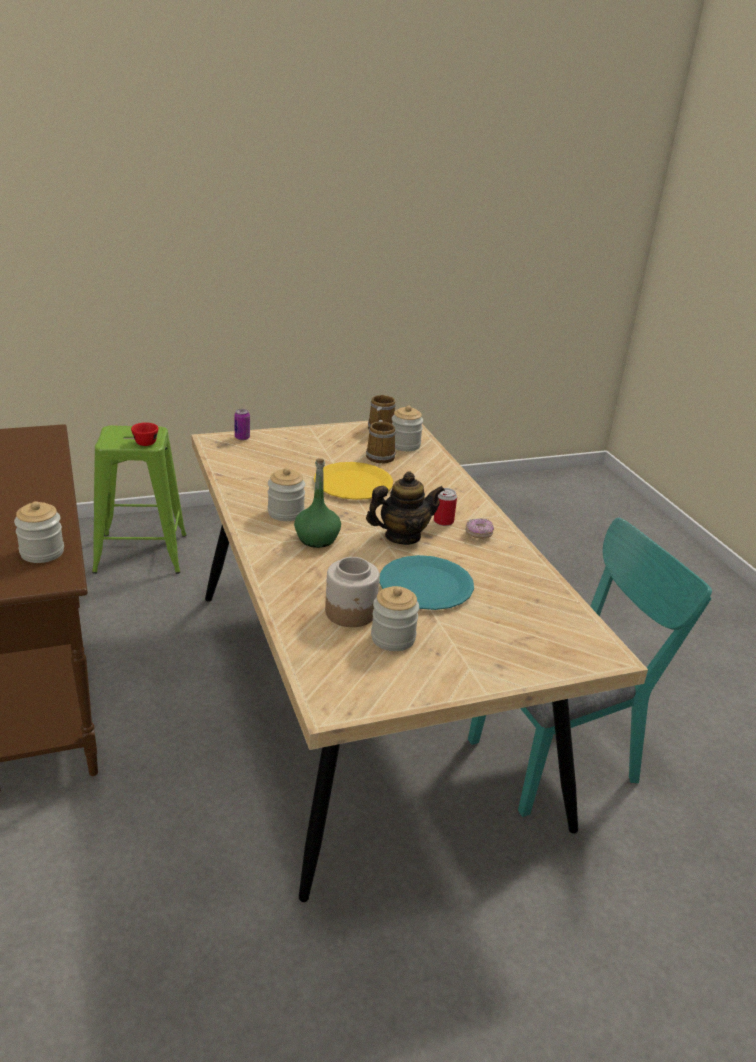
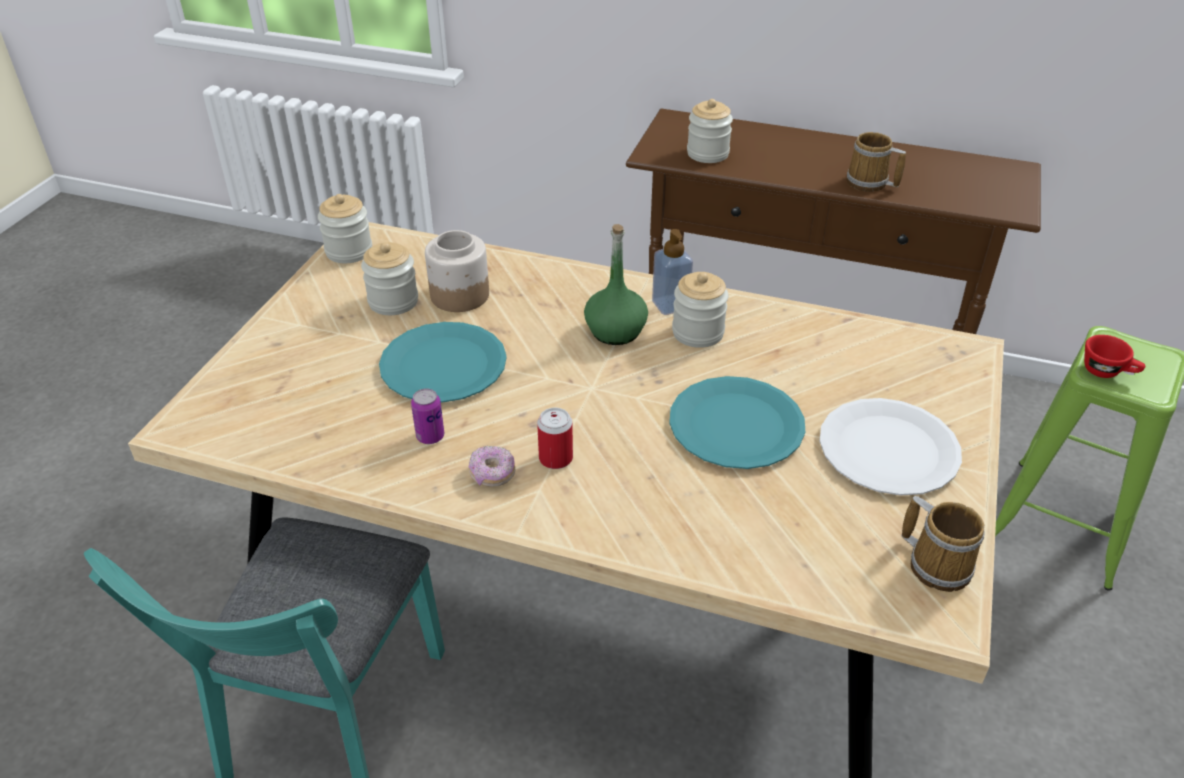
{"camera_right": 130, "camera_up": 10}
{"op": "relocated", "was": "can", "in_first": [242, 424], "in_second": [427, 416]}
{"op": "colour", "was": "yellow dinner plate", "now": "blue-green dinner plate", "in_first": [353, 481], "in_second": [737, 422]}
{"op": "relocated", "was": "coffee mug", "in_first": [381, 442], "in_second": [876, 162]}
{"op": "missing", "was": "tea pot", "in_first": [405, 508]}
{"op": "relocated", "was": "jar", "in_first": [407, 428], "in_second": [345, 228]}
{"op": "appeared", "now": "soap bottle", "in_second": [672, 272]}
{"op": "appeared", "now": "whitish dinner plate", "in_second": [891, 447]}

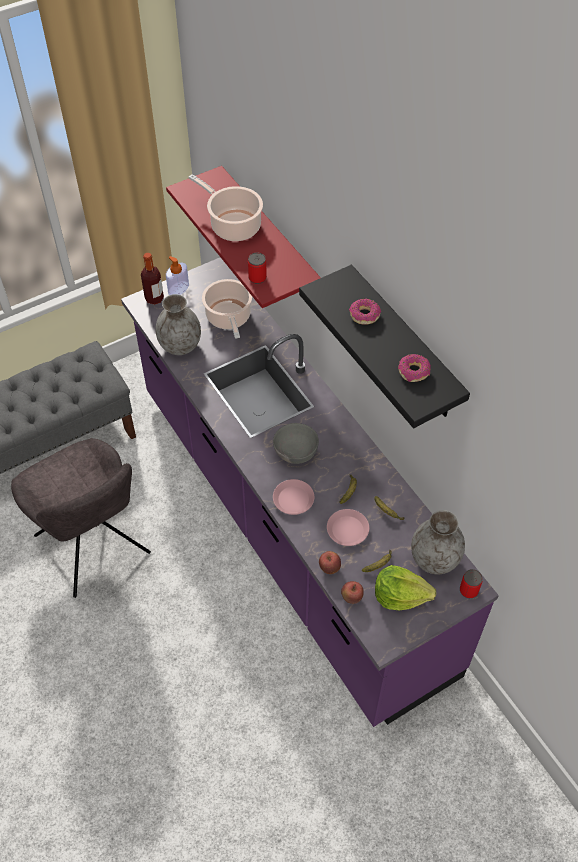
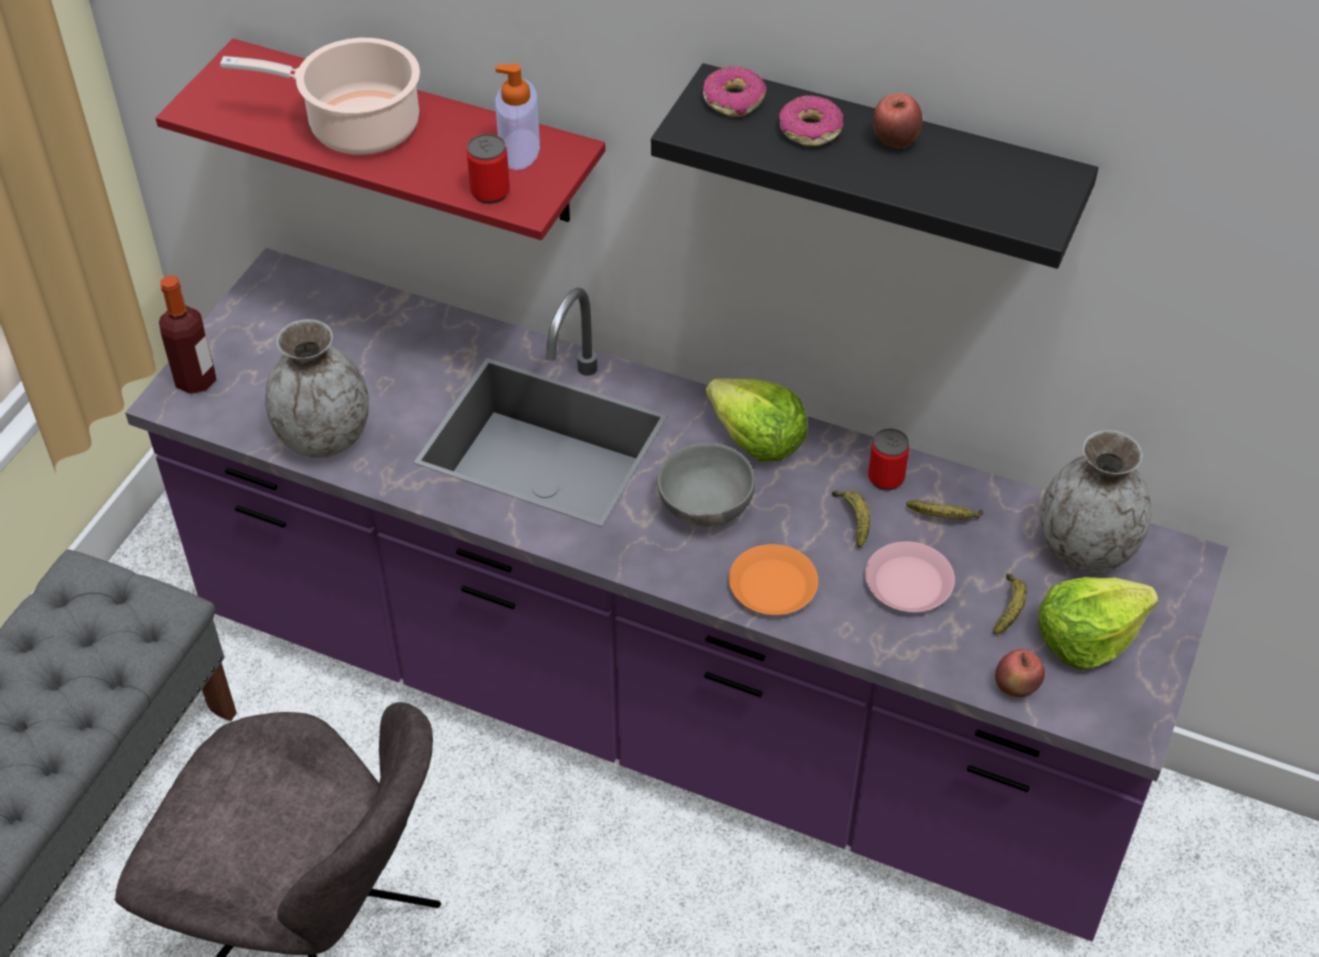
{"camera_right": -35, "camera_up": -5}
{"op": "relocated", "was": "soap bottle", "in_first": [177, 275], "in_second": [517, 117]}
{"op": "missing", "was": "cooking pot", "in_first": [227, 309]}
{"op": "colour", "was": "pinkish dinner plate", "now": "orange-coloured dinner plate", "in_first": [293, 497], "in_second": [773, 579]}
{"op": "relocated", "was": "whole apple", "in_first": [330, 562], "in_second": [898, 120]}
{"op": "relocated", "was": "doughnut", "in_first": [414, 368], "in_second": [735, 91]}
{"op": "relocated", "was": "can", "in_first": [471, 583], "in_second": [888, 459]}
{"op": "appeared", "now": "lettuce", "in_second": [757, 420]}

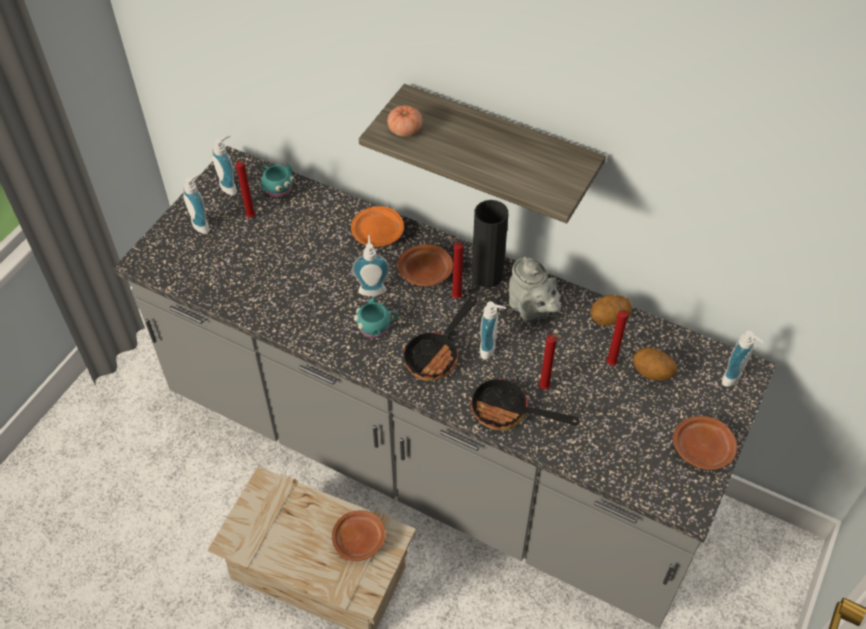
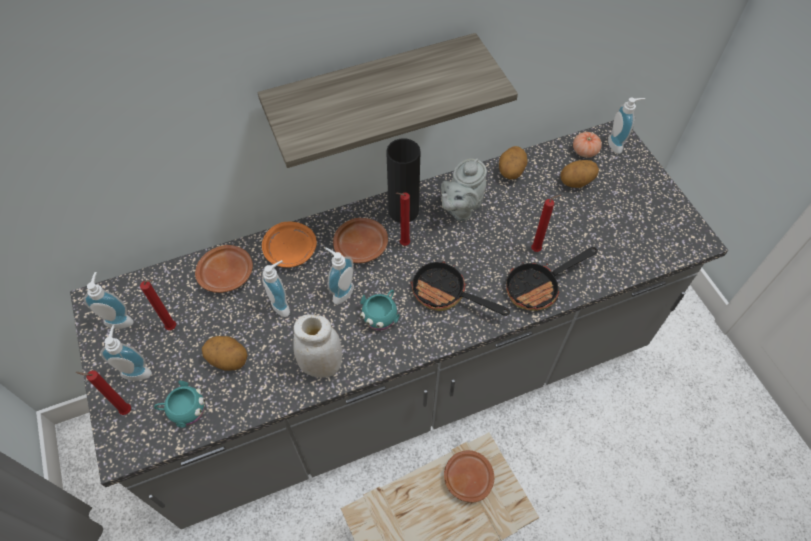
{"camera_right": -50, "camera_up": 5}
{"op": "relocated", "was": "blue-green coffee mug", "in_first": [277, 180], "in_second": [179, 404]}
{"op": "relocated", "was": "tomato", "in_first": [405, 121], "in_second": [587, 145]}
{"op": "spun", "was": "skillet", "in_first": [440, 338], "in_second": [460, 288], "clockwise": 135}
{"op": "relocated", "was": "soap bottle", "in_first": [493, 331], "in_second": [276, 288]}
{"op": "spun", "was": "greyish tea pot", "in_first": [535, 289], "in_second": [464, 189], "clockwise": 120}
{"op": "relocated", "was": "red candle", "in_first": [617, 333], "in_second": [103, 392]}
{"op": "relocated", "was": "brown dinner plate", "in_first": [705, 443], "in_second": [224, 269]}
{"op": "appeared", "now": "spud", "in_second": [225, 353]}
{"op": "appeared", "now": "whitish jar", "in_second": [317, 346]}

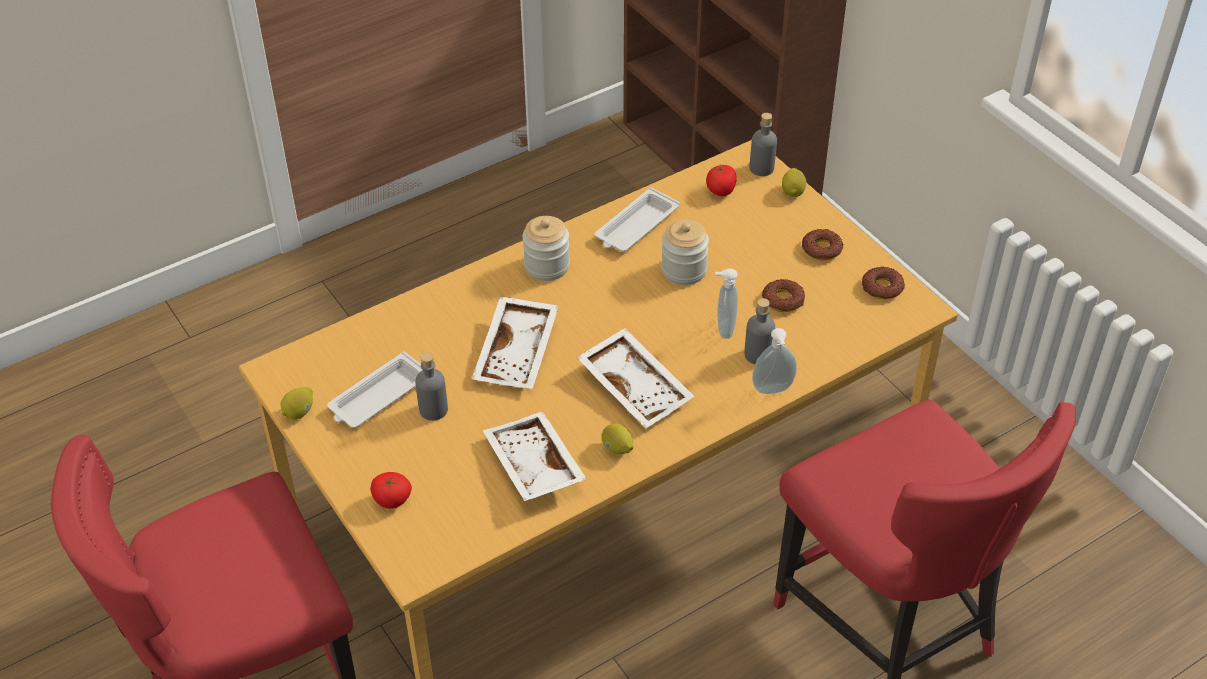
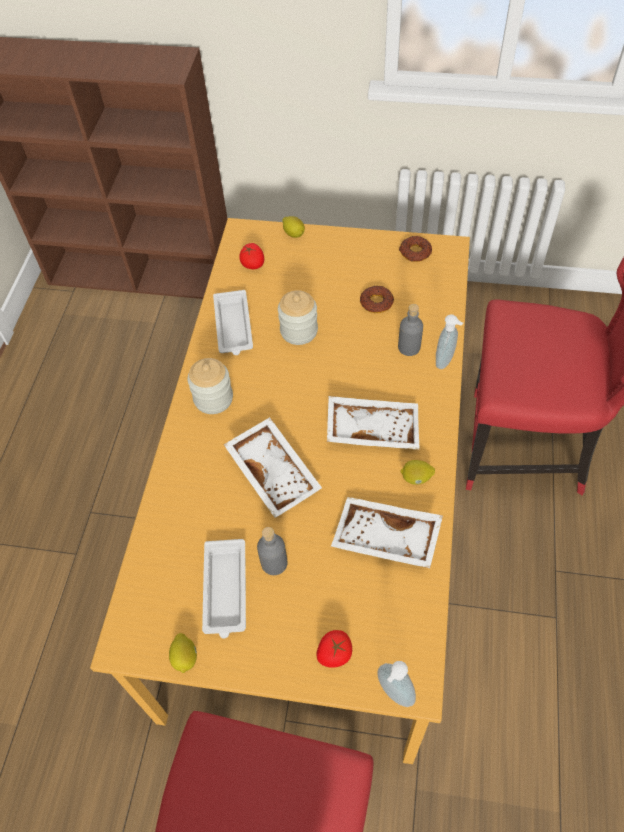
{"camera_right": -45, "camera_up": 10}
{"op": "relocated", "was": "soap bottle", "in_first": [726, 303], "in_second": [396, 684]}
{"op": "missing", "was": "greyish beverage bottle", "in_first": [763, 144]}
{"op": "missing", "was": "doughnut", "in_first": [822, 244]}

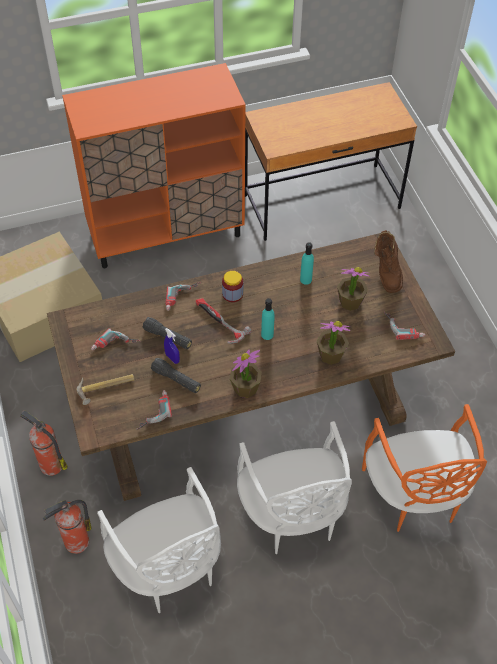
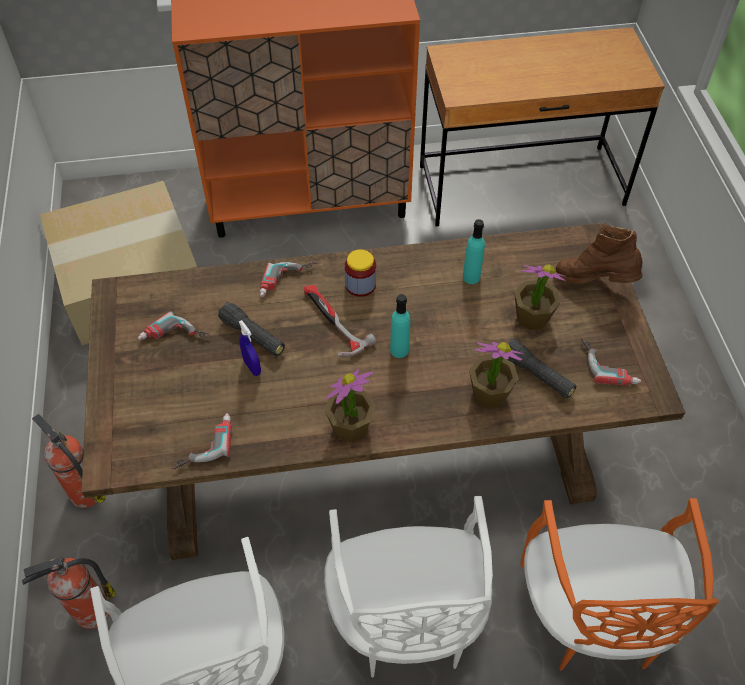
{"camera_right": 10, "camera_up": 0}
{"op": "missing", "was": "hand hammer", "in_first": [105, 389]}
{"op": "relocated", "was": "blackish flashlight", "in_first": [176, 375], "in_second": [542, 368]}
{"op": "spun", "was": "brown high-top boot", "in_first": [388, 261], "in_second": [598, 254], "clockwise": 105}

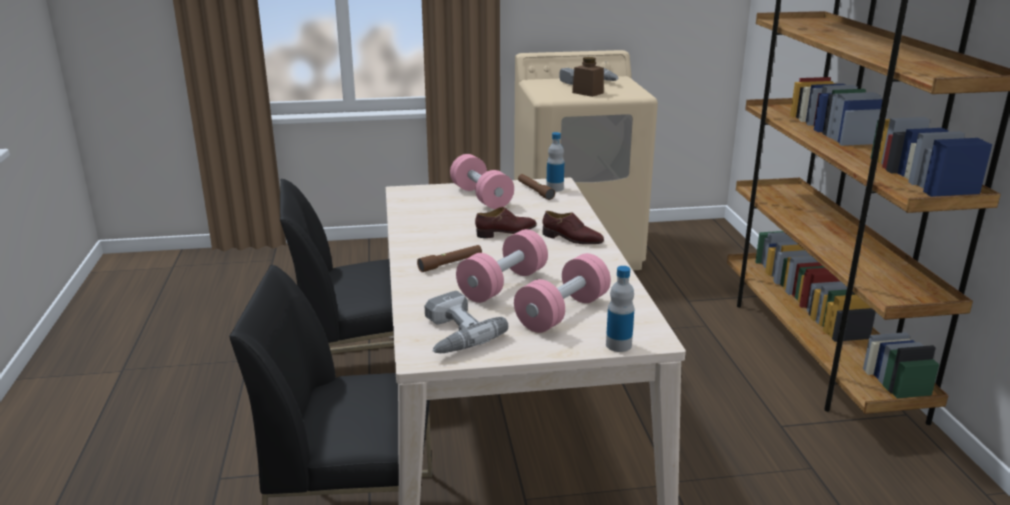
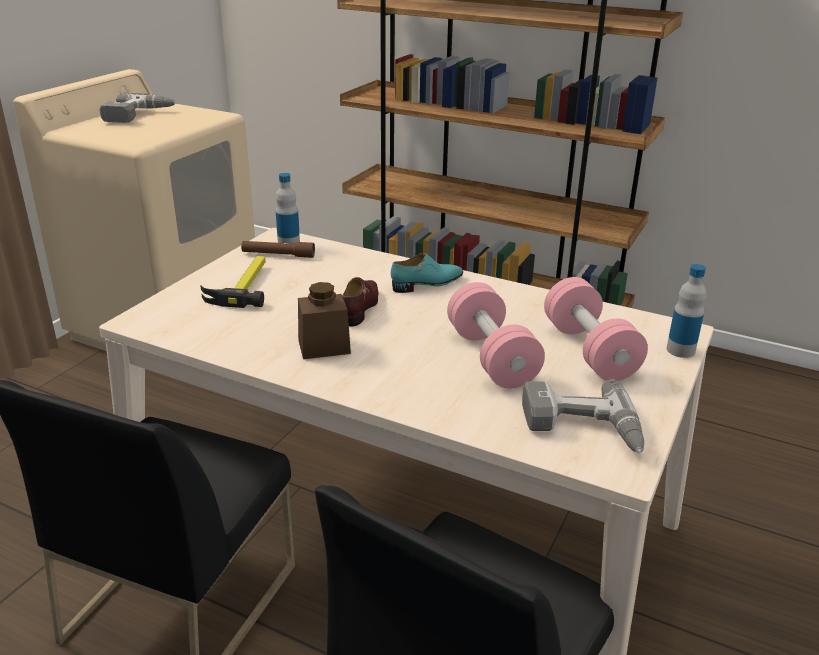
{"camera_right": -55, "camera_up": 5}
{"op": "missing", "was": "brown flashlight", "in_first": [449, 258]}
{"op": "exchanged", "was": "pinkish free weight", "now": "hand hammer", "in_first": [482, 181], "in_second": [233, 282]}
{"op": "colour", "was": "brown shoe", "now": "blue-green shoe", "in_first": [573, 227], "in_second": [427, 273]}
{"op": "relocated", "was": "brown jar", "in_first": [588, 77], "in_second": [324, 320]}

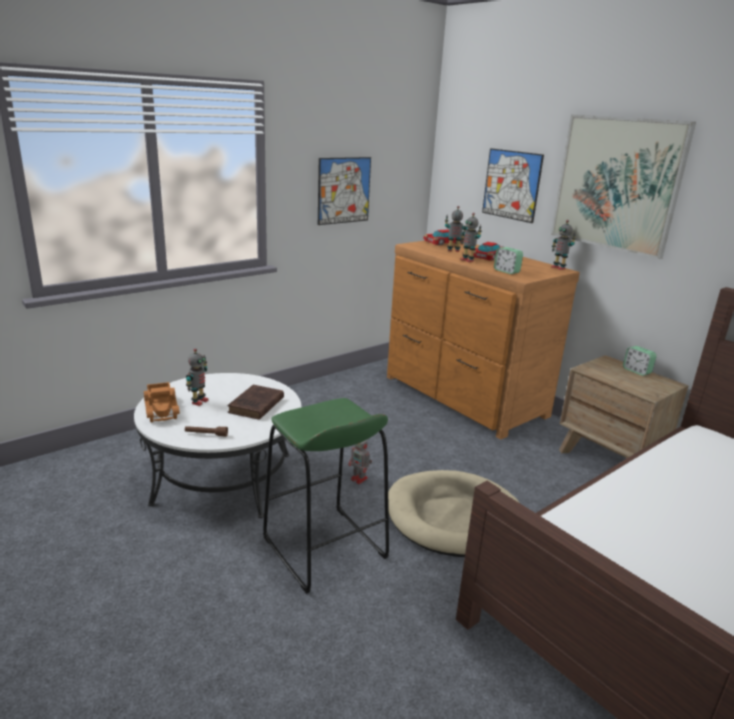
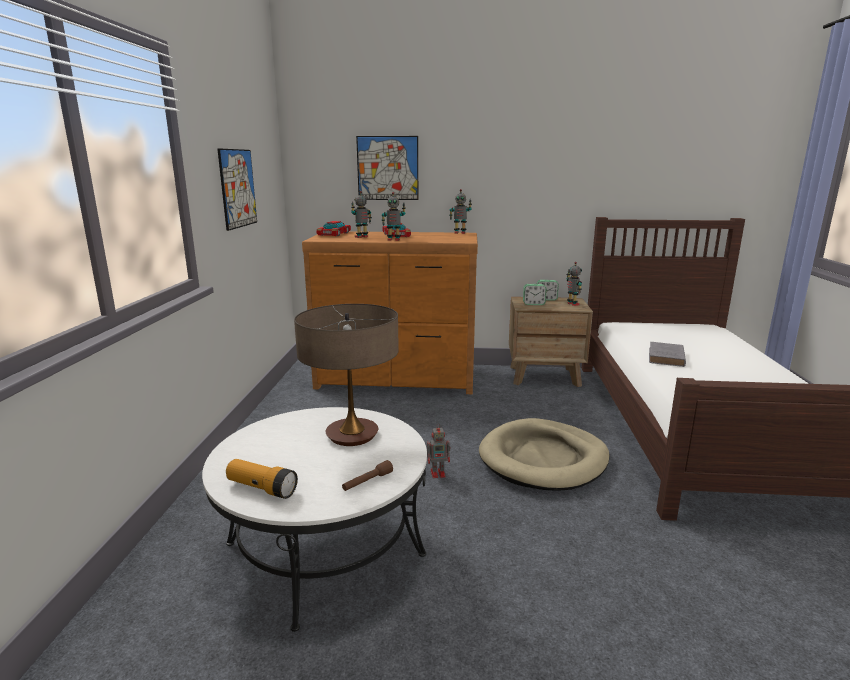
{"camera_right": -45, "camera_up": -5}
{"op": "exchanged", "was": "toy lorry", "now": "flashlight", "in_first": [162, 402], "in_second": [262, 479]}
{"op": "relocated", "was": "model robot", "in_first": [197, 377], "in_second": [574, 284]}
{"op": "exchanged", "was": "brown bound book", "now": "tabletop lamp", "in_first": [255, 402], "in_second": [346, 375]}
{"op": "missing", "was": "green stool seat", "in_first": [326, 496]}
{"op": "relocated", "was": "bedside clock", "in_first": [508, 260], "in_second": [535, 294]}
{"op": "missing", "was": "wall art", "in_first": [623, 187]}
{"op": "appeared", "now": "greyish bound book", "in_second": [667, 354]}

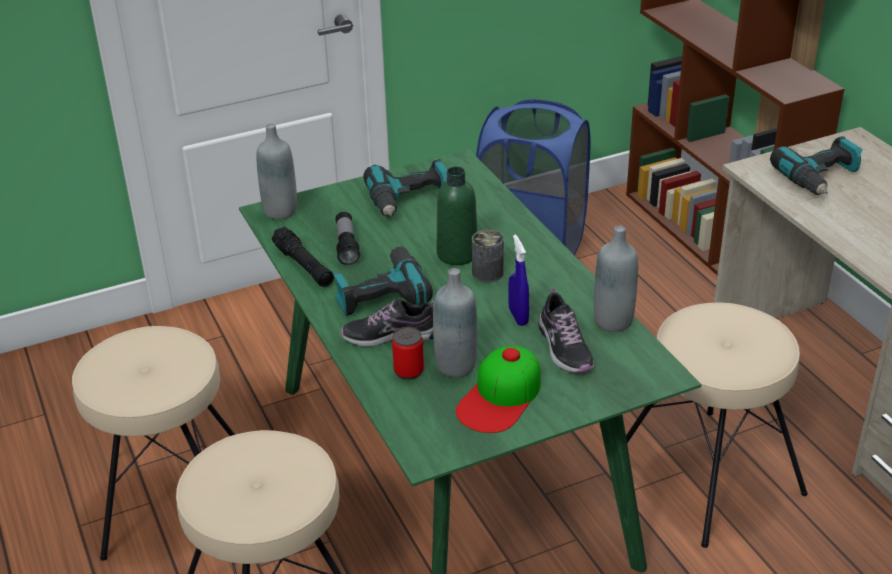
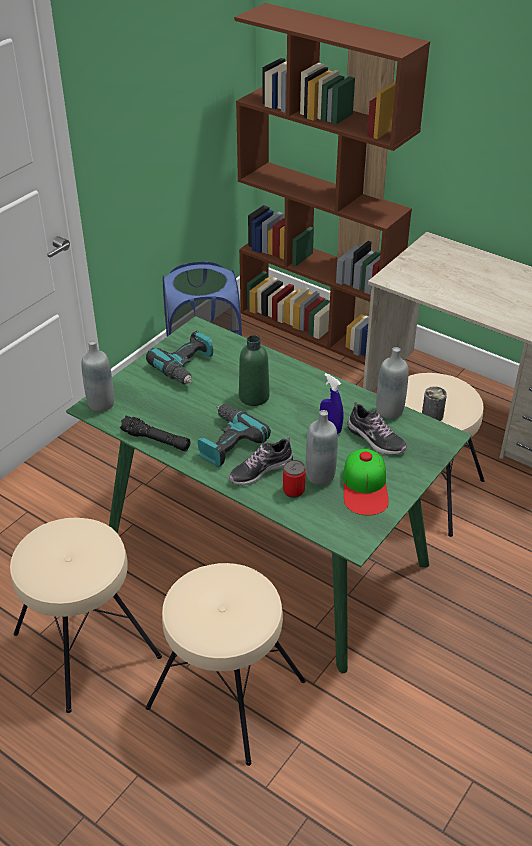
{"camera_right": -30, "camera_up": 5}
{"op": "missing", "was": "flashlight", "in_first": [347, 238]}
{"op": "relocated", "was": "can", "in_first": [488, 256], "in_second": [434, 403]}
{"op": "missing", "was": "drill", "in_first": [816, 165]}

